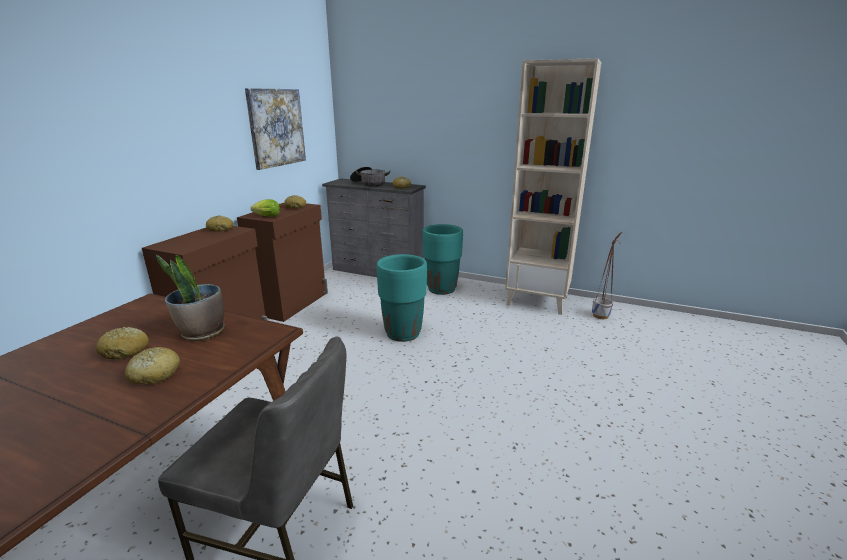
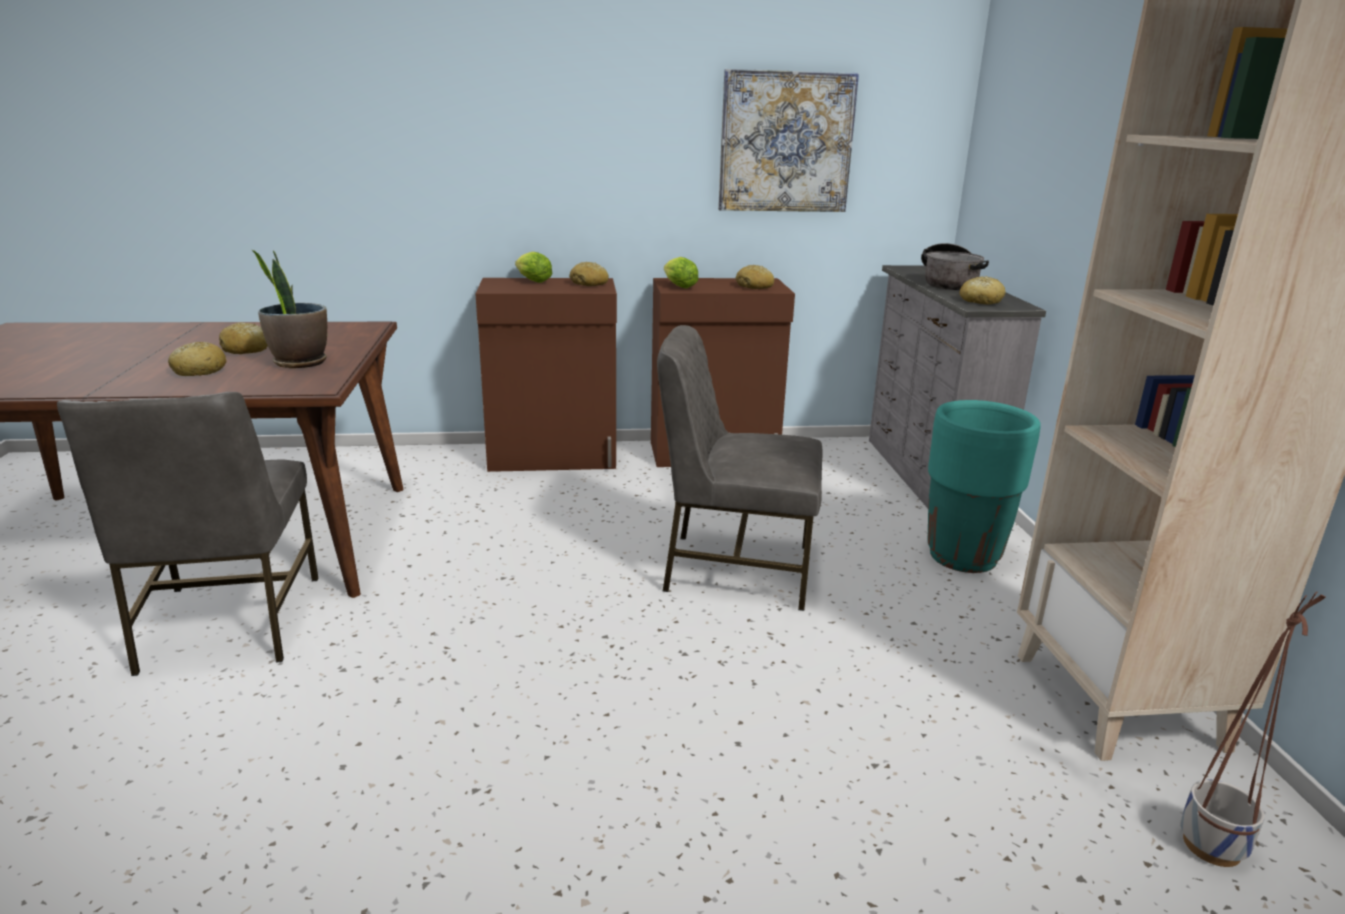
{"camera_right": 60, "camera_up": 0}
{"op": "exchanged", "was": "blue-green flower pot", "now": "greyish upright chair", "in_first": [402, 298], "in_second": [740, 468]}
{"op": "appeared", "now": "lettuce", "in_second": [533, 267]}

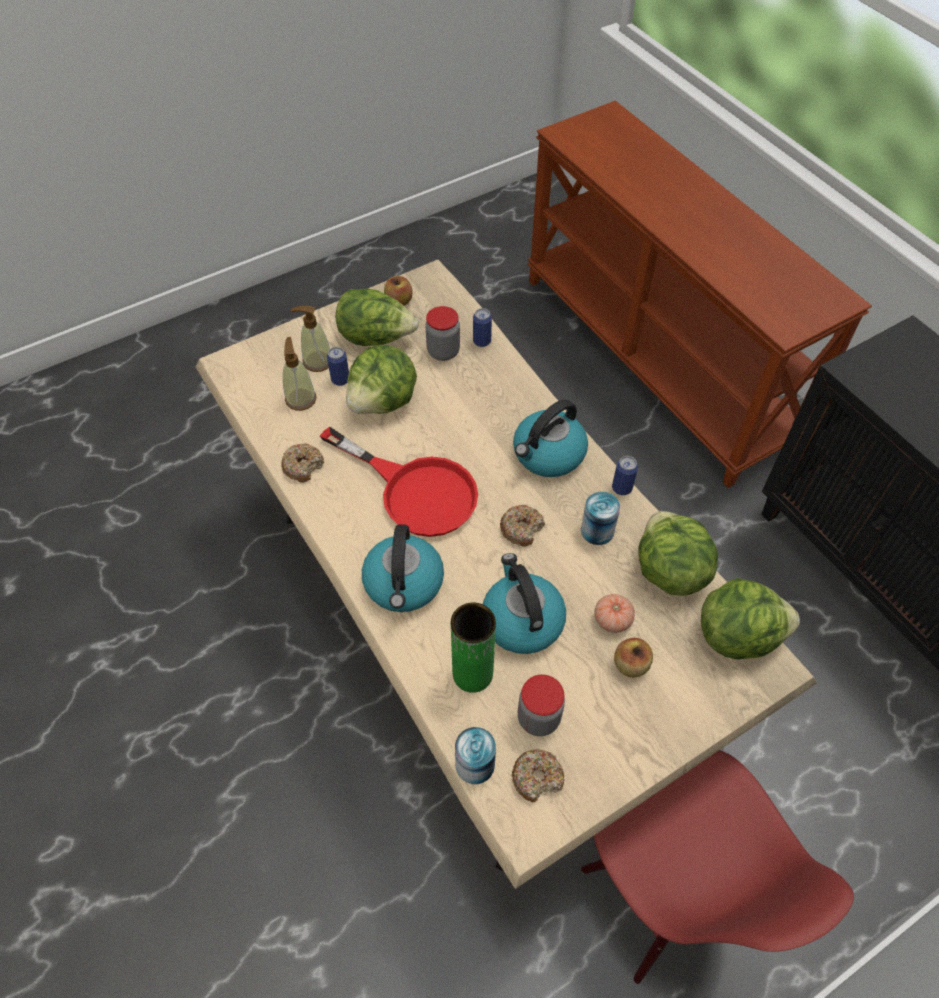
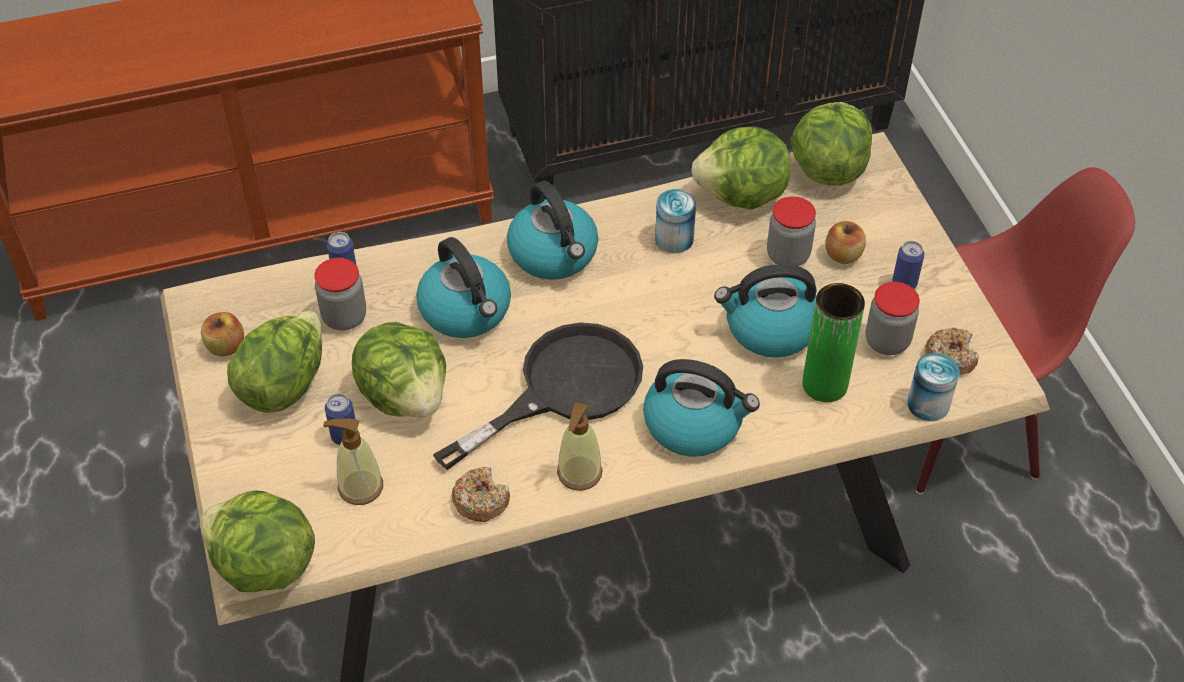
{"camera_right": -75, "camera_up": -5}
{"op": "relocated", "was": "soap bottle", "in_first": [310, 339], "in_second": [580, 446]}
{"op": "colour", "was": "red skillet", "now": "blackish skillet", "in_first": [399, 482], "in_second": [538, 396]}
{"op": "missing", "was": "doughnut", "in_first": [522, 525]}
{"op": "exchanged", "was": "tomato", "now": "jar", "in_first": [614, 613], "in_second": [791, 231]}
{"op": "relocated", "was": "can", "in_first": [625, 475], "in_second": [908, 265]}
{"op": "appeared", "now": "lettuce", "in_second": [257, 541]}
{"op": "appeared", "now": "tea kettle", "in_second": [463, 287]}

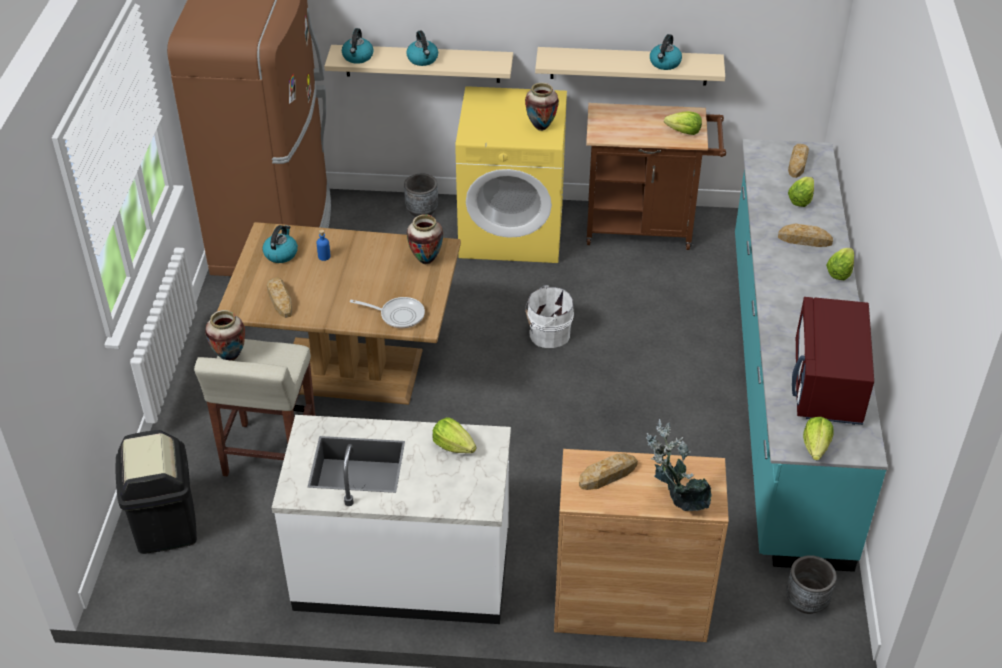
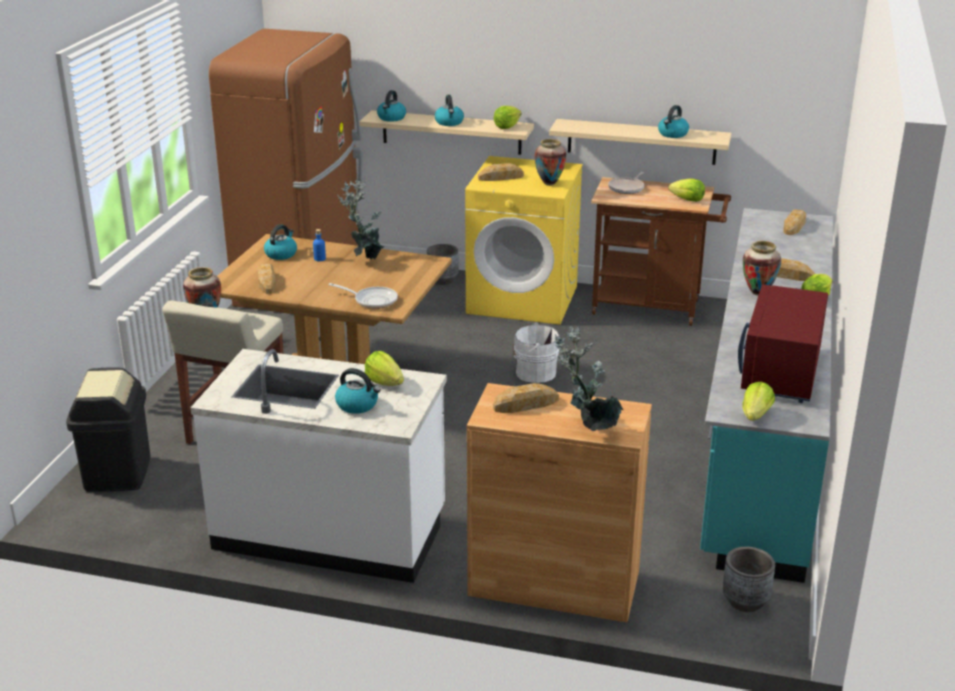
{"camera_right": 10, "camera_up": -15}
{"op": "relocated", "was": "flower vase", "in_first": [425, 239], "in_second": [762, 268]}
{"op": "relocated", "was": "lettuce", "in_first": [801, 192], "in_second": [508, 117]}
{"op": "appeared", "now": "tea kettle", "in_second": [358, 391]}
{"op": "appeared", "now": "plant in a pot", "in_second": [360, 219]}
{"op": "appeared", "now": "baked bread", "in_second": [501, 172]}
{"op": "appeared", "now": "skillet", "in_second": [626, 183]}

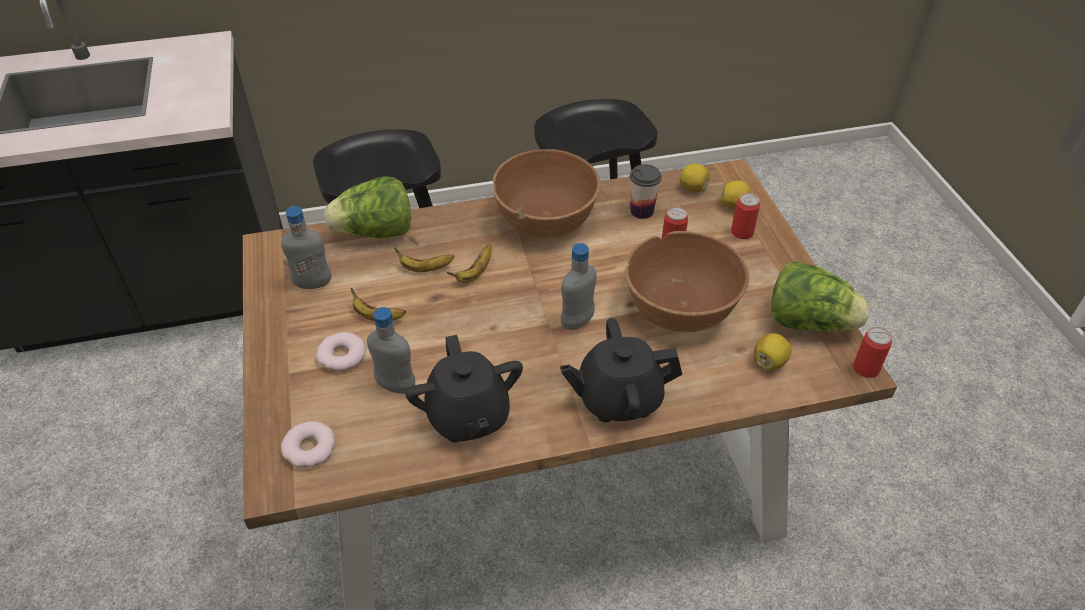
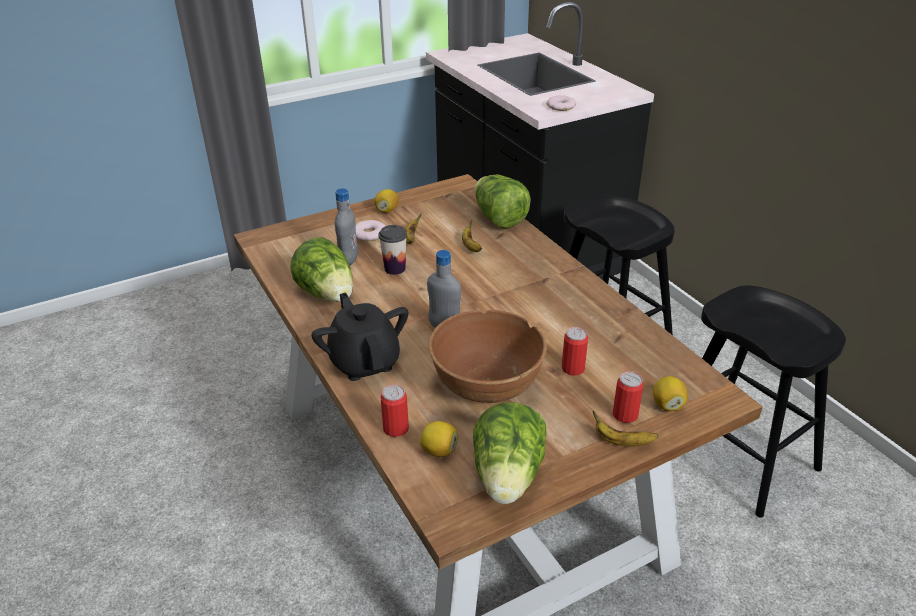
{"camera_right": 75, "camera_up": -10}
{"op": "missing", "was": "greyish beverage bottle", "in_first": [306, 247]}
{"op": "relocated", "was": "doughnut", "in_first": [308, 444], "in_second": [561, 103]}
{"op": "exchanged", "was": "blackish tea pot", "now": "lettuce", "in_first": [464, 388], "in_second": [321, 269]}
{"op": "relocated", "was": "banana fruit", "in_first": [469, 264], "in_second": [625, 428]}
{"op": "missing", "was": "brown serving bowl", "in_first": [547, 193]}
{"op": "relocated", "was": "small cup", "in_first": [646, 191], "in_second": [393, 250]}
{"op": "relocated", "was": "whole lemon", "in_first": [695, 177], "in_second": [386, 201]}
{"op": "relocated", "was": "can", "in_first": [872, 352], "in_second": [394, 410]}

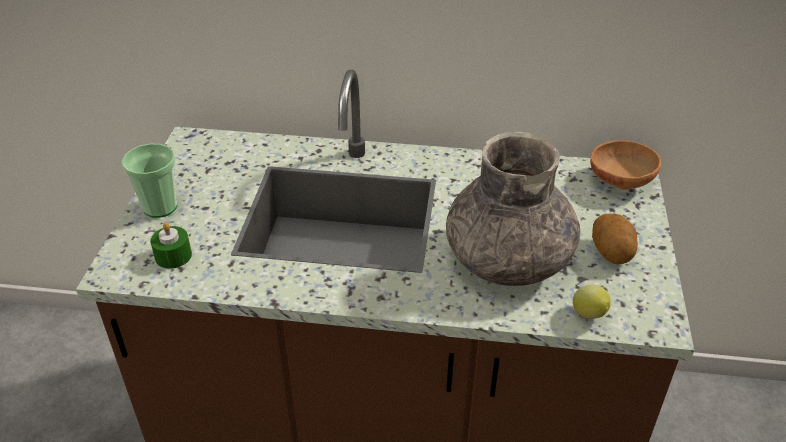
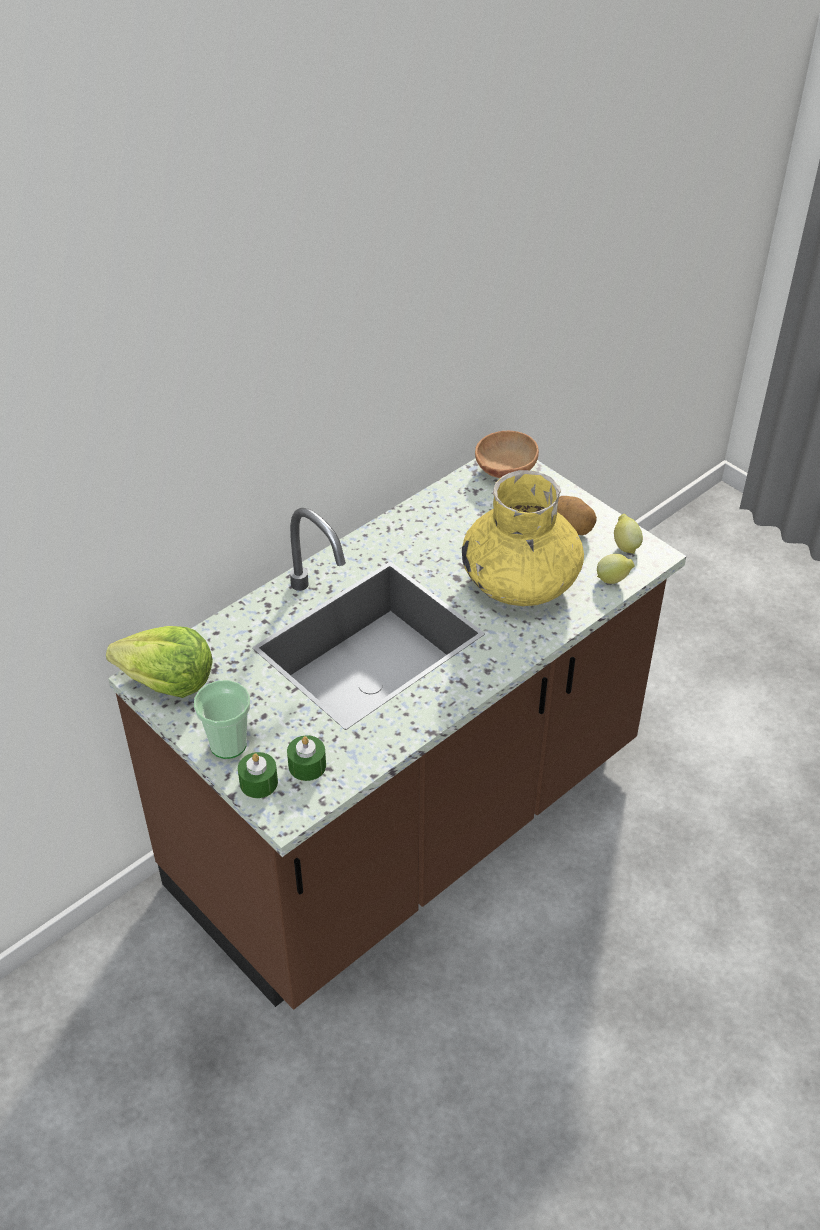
{"camera_right": -50, "camera_up": 5}
{"op": "colour", "was": "greyish flower vase", "now": "yellow flower vase", "in_first": [513, 209], "in_second": [523, 538]}
{"op": "appeared", "now": "lettuce", "in_second": [159, 662]}
{"op": "appeared", "now": "green candle", "in_second": [258, 775]}
{"op": "appeared", "now": "whole lemon", "in_second": [628, 534]}

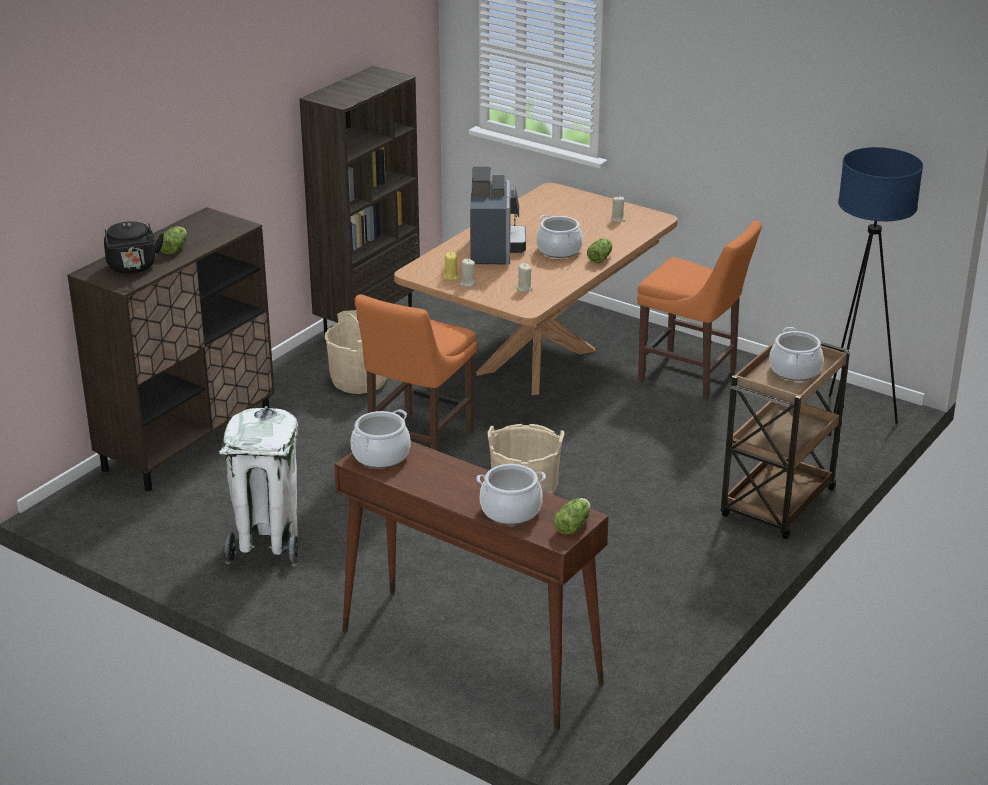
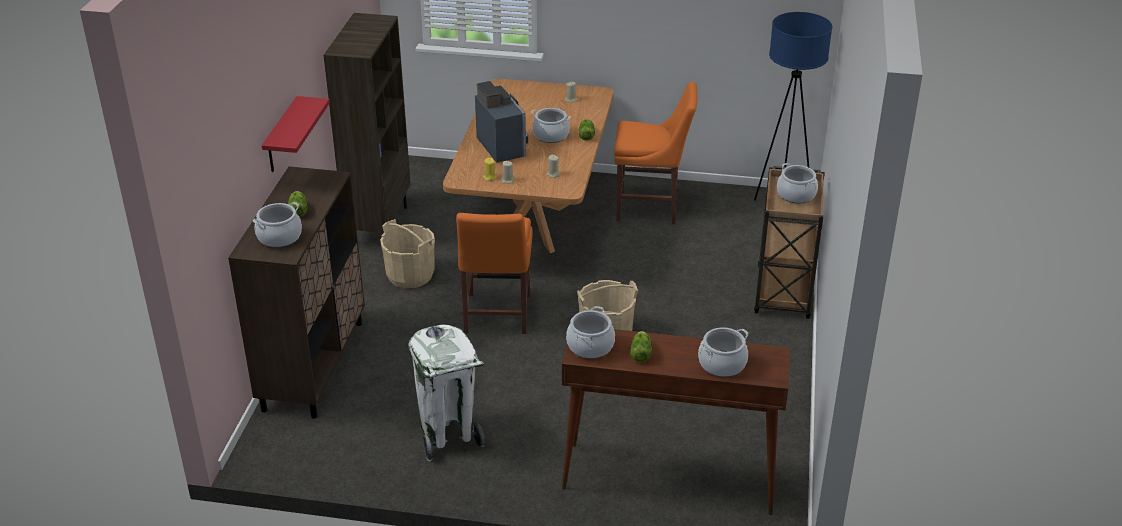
{"camera_right": -25, "camera_up": 5}
{"op": "exchanged", "was": "blackish tea kettle", "now": "cooking pot", "in_first": [134, 247], "in_second": [277, 225]}
{"op": "relocated", "was": "lettuce", "in_first": [572, 516], "in_second": [641, 347]}
{"op": "appeared", "now": "red shelf", "in_second": [295, 134]}

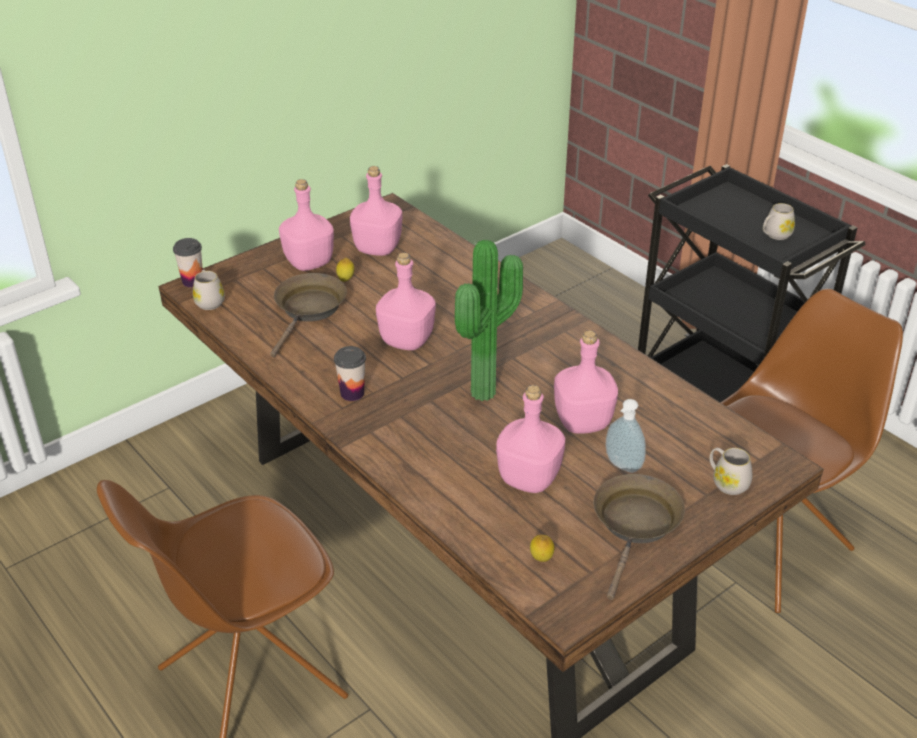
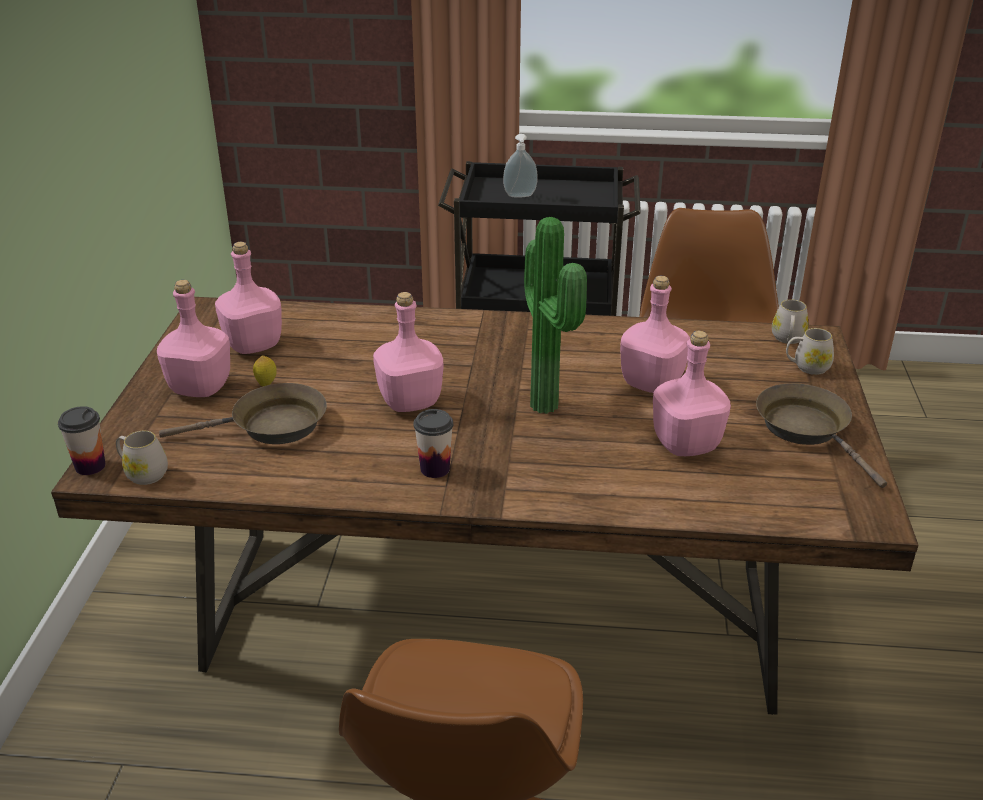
{"camera_right": -45, "camera_up": -5}
{"op": "spun", "was": "brown skillet", "in_first": [308, 315], "in_second": [243, 413], "clockwise": 105}
{"op": "missing", "was": "whole lemon", "in_first": [542, 548]}
{"op": "relocated", "was": "soap bottle", "in_first": [625, 436], "in_second": [520, 165]}
{"op": "relocated", "was": "whitish coffee mug", "in_first": [779, 221], "in_second": [790, 321]}

